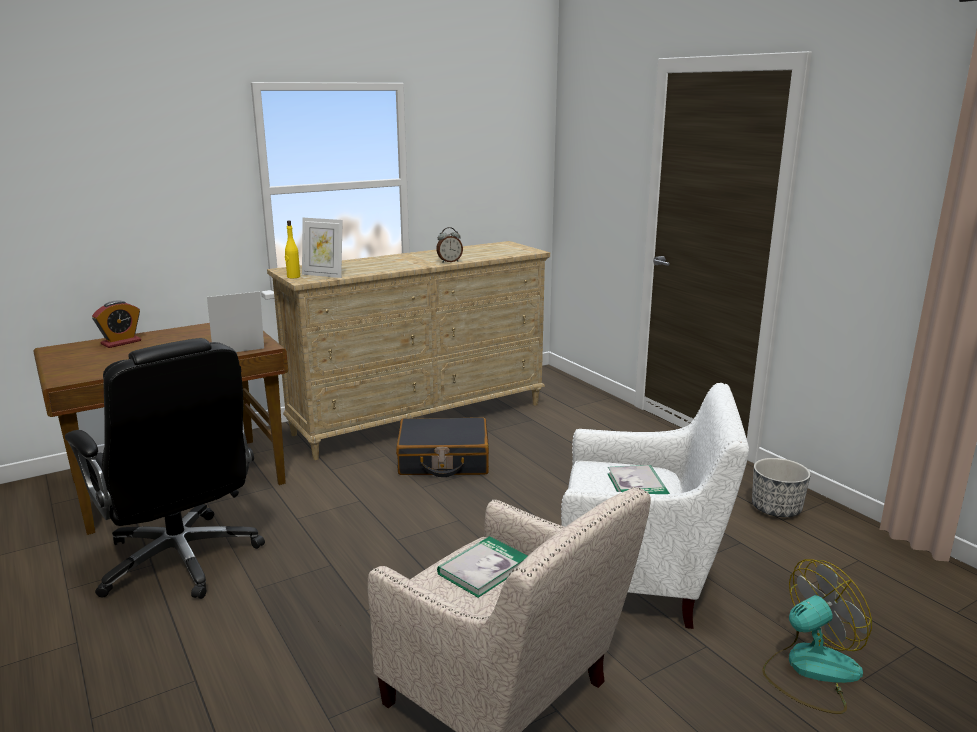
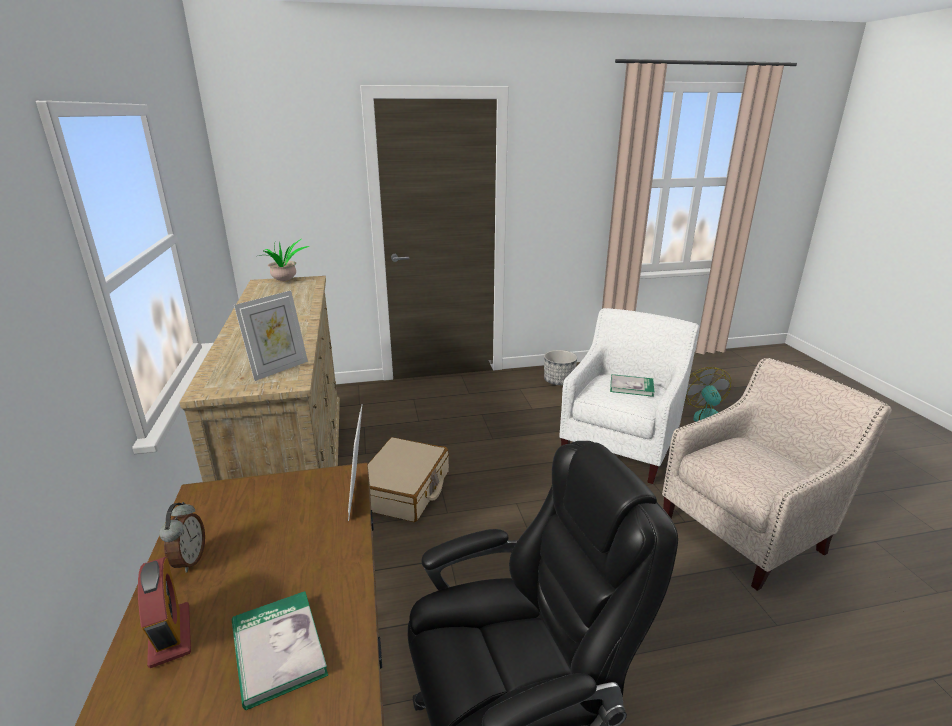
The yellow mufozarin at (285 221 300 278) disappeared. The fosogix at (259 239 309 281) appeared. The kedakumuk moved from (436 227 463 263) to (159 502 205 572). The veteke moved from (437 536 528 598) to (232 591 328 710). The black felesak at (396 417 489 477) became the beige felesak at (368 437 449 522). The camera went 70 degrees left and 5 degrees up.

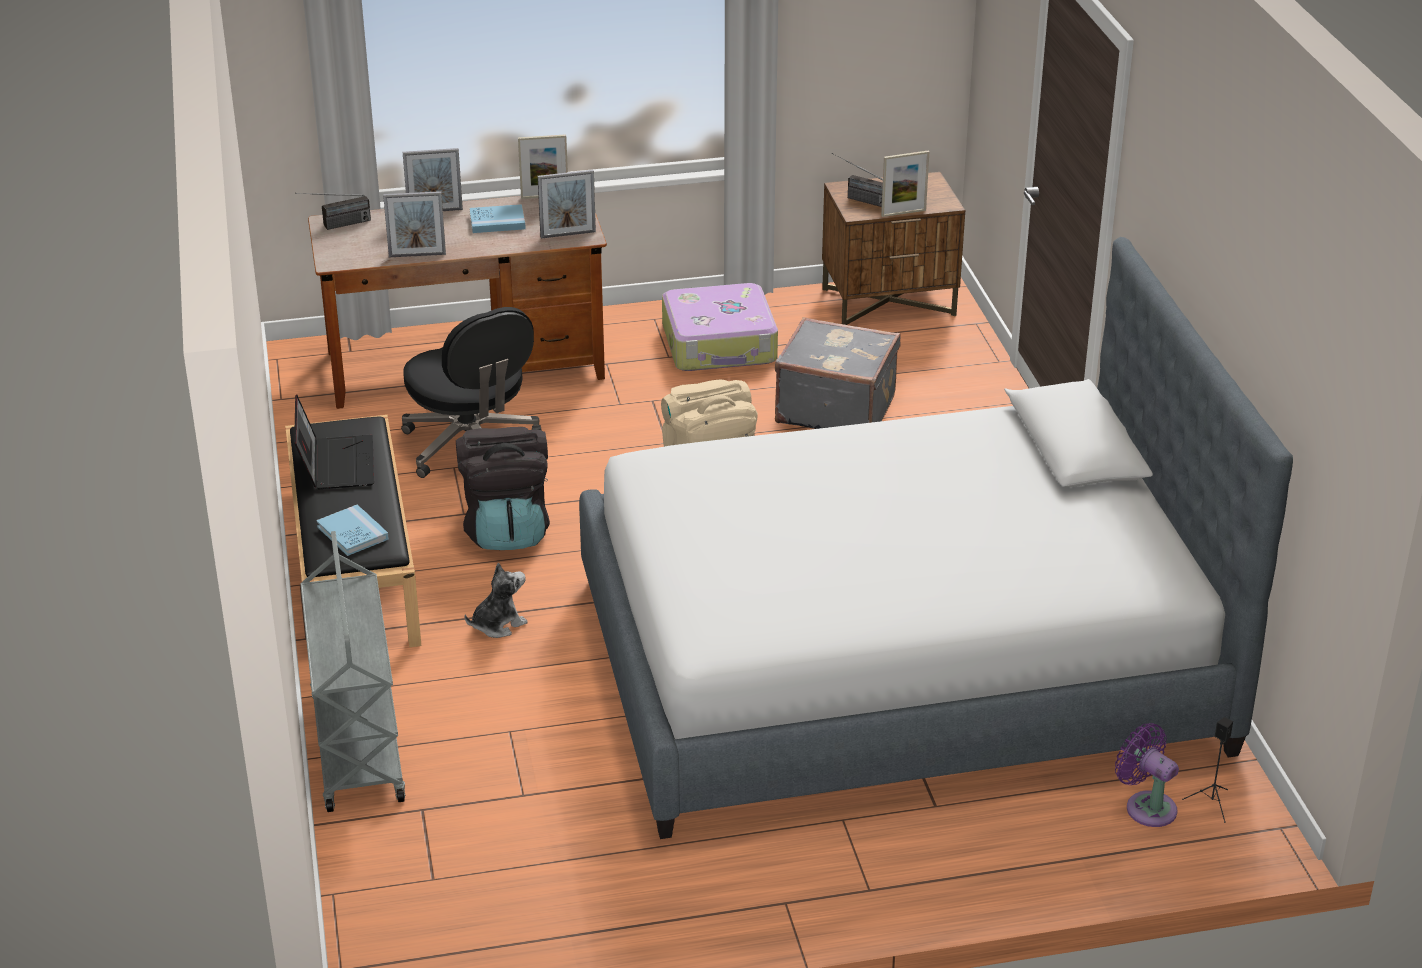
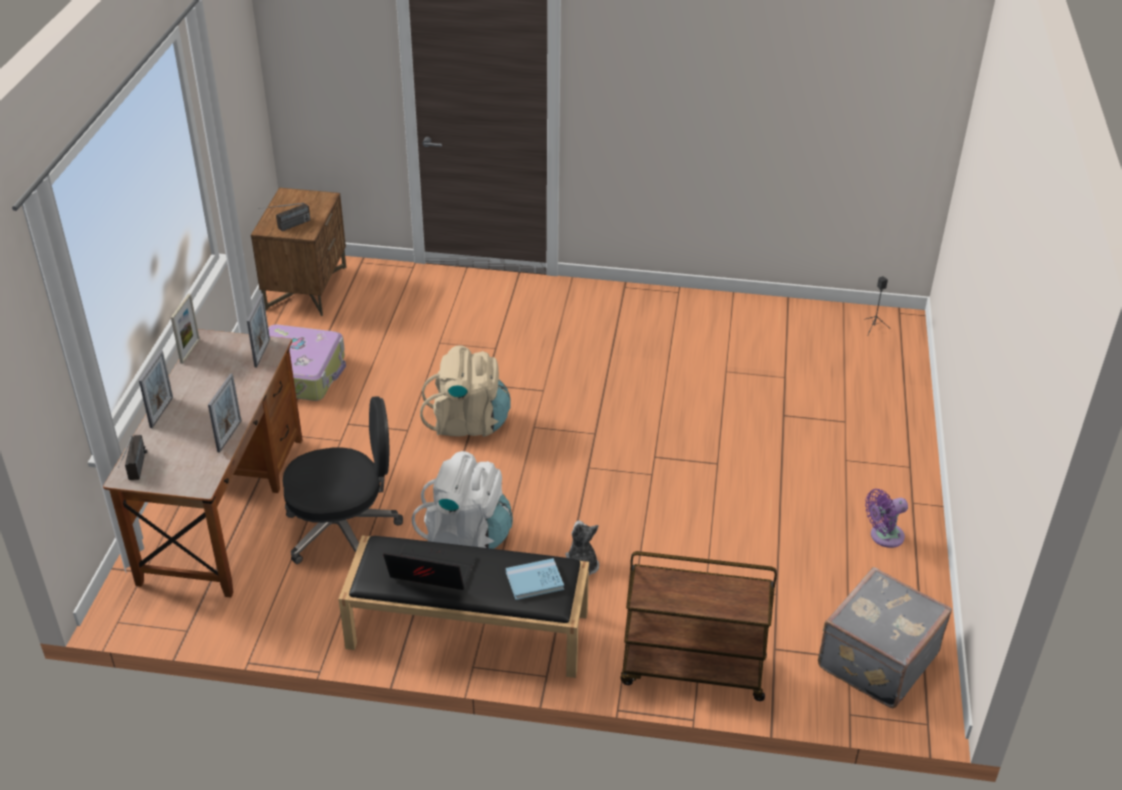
The blue veteke at (469 204 526 233) disappeared. The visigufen at (579 237 1293 839) disappeared. The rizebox at (881 151 929 217) disappeared. The grey felesak moved from (775 317 900 429) to (818 567 952 708). The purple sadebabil moved from (1115 723 1179 827) to (865 489 908 548). The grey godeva at (300 531 405 812) became the brown godeva at (620 551 777 701). The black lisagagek at (456 427 550 550) became the white lisagagek at (412 451 513 549). The camera went 70 degrees left and 5 degrees up.

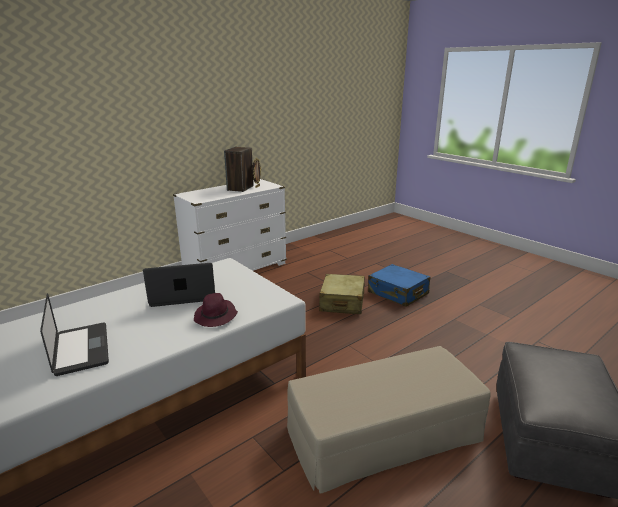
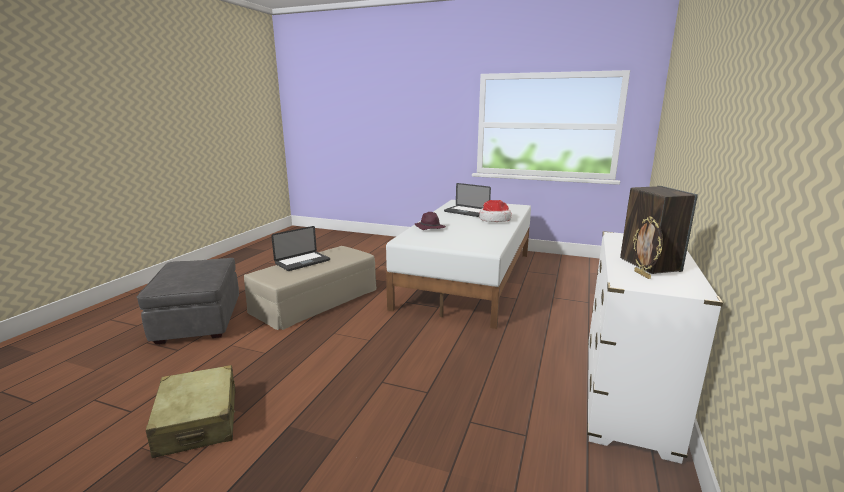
The blue felesak at (368 264 430 307) disappeared. The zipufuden at (479 200 511 222) appeared. The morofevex moved from (143 263 215 307) to (271 226 330 271). The beige felesak moved from (319 274 365 314) to (146 365 235 458). The camera went 150 degrees right and 5 degrees down.

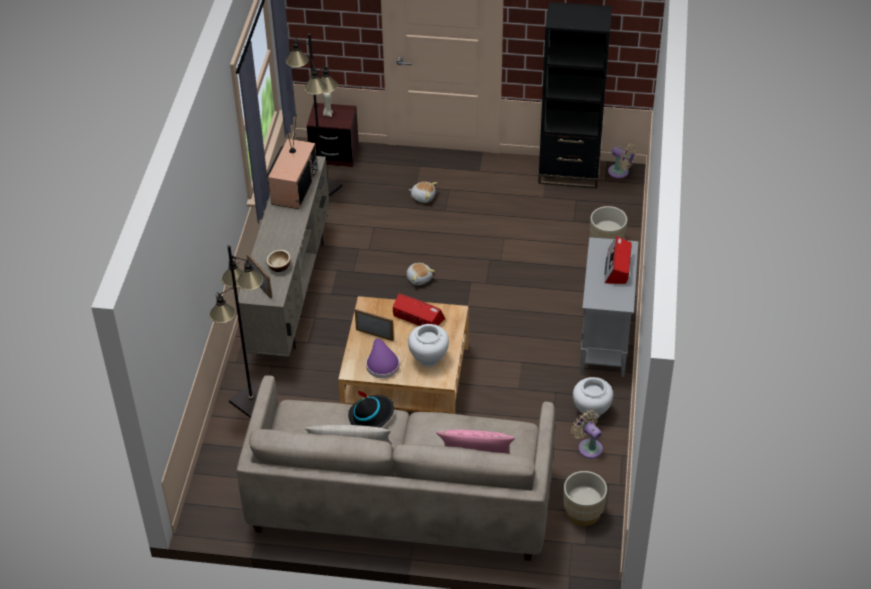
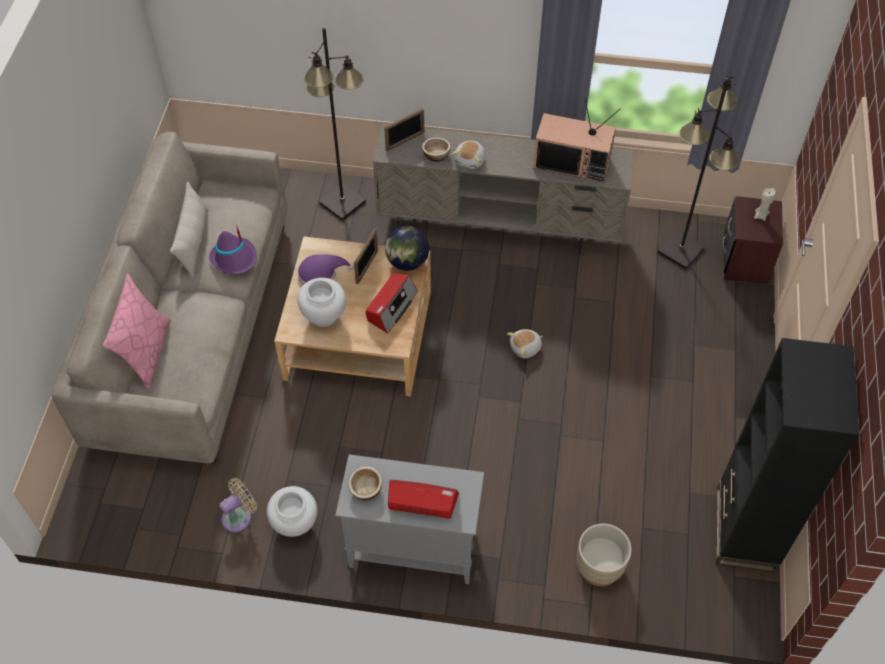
The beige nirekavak at (563 471 607 526) disappeared. The beige sadebabil at (608 143 637 178) disappeared. The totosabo at (348 466 382 500) appeared. The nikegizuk at (385 226 429 271) appeared. The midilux moved from (409 182 437 203) to (452 141 485 169). The black zipufuden at (348 390 394 428) became the purple zipufuden at (209 224 257 274). The camera went 90 degrees right and 10 degrees up.

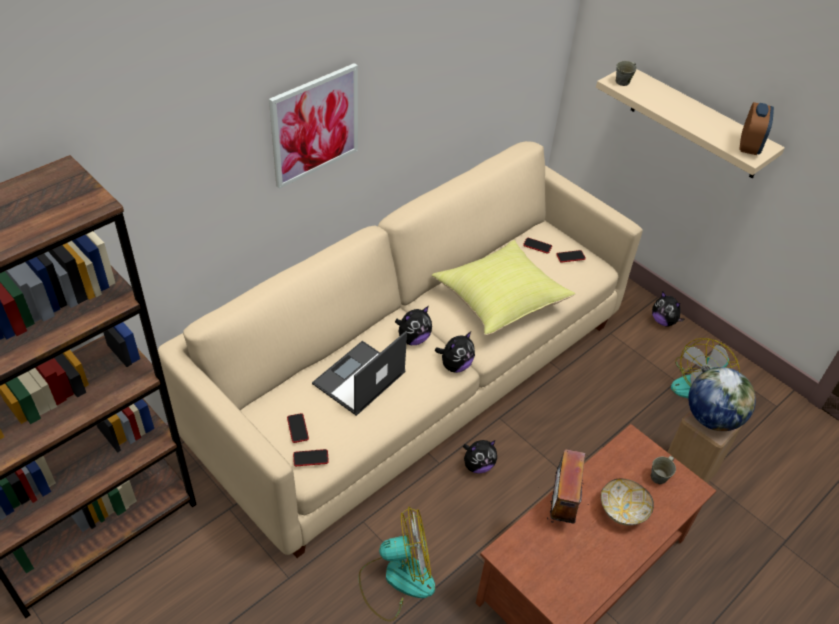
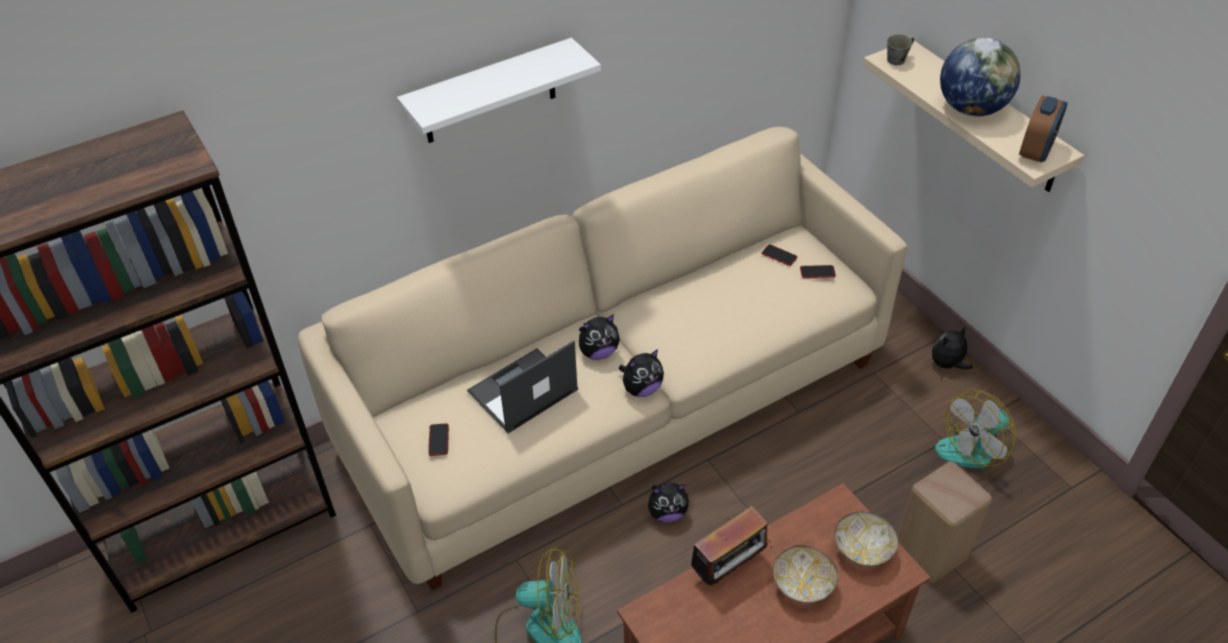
The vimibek at (293 449 329 466) disappeared. The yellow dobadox at (432 240 575 335) disappeared. The nikegizuk moved from (688 367 756 431) to (940 38 1021 116). The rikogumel at (269 63 358 189) was replaced by the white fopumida at (397 38 601 143). The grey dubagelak at (651 456 676 484) was replaced by the totosabo at (834 512 899 567). The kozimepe at (547 449 589 523) turned 150 degrees counterclockwise. The midilux at (652 291 684 326) turned 90 degrees clockwise. The camera went 15 degrees right and 0 degrees up.

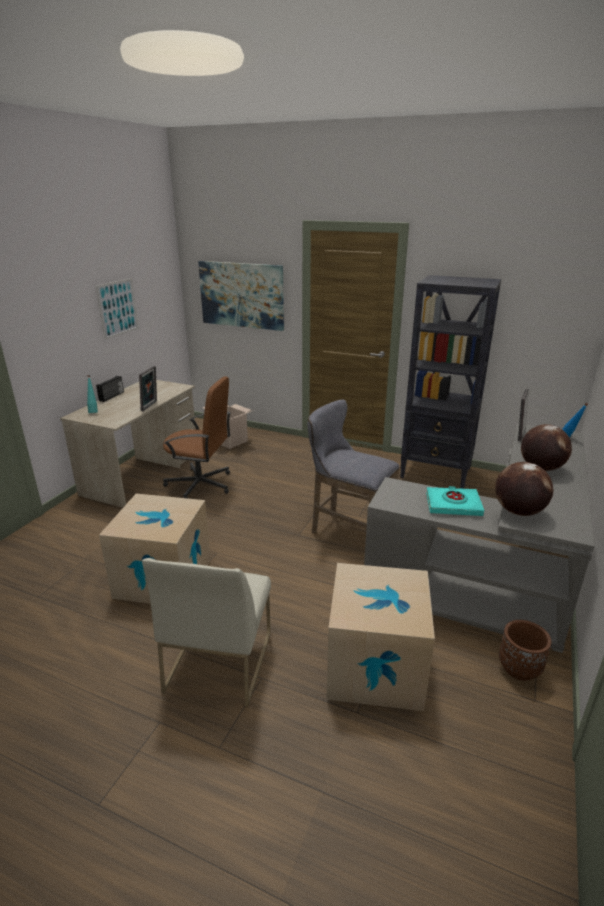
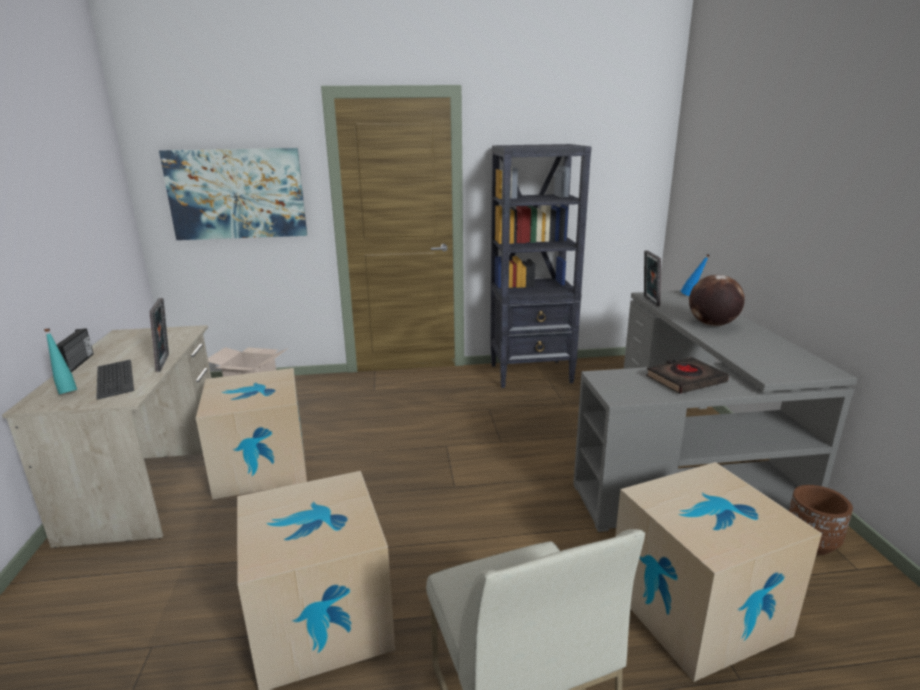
The rikogumel at (96 278 139 340) disappeared. The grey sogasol at (308 400 400 534) disappeared. The nikegizuk at (495 462 553 516) disappeared. The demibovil at (96 360 134 400) appeared. The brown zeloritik at (163 376 231 499) was replaced by the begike at (196 368 307 499). The turquoise veteke at (426 486 484 516) became the black veteke at (646 357 729 394). The camera went 30 degrees left and 5 degrees down.

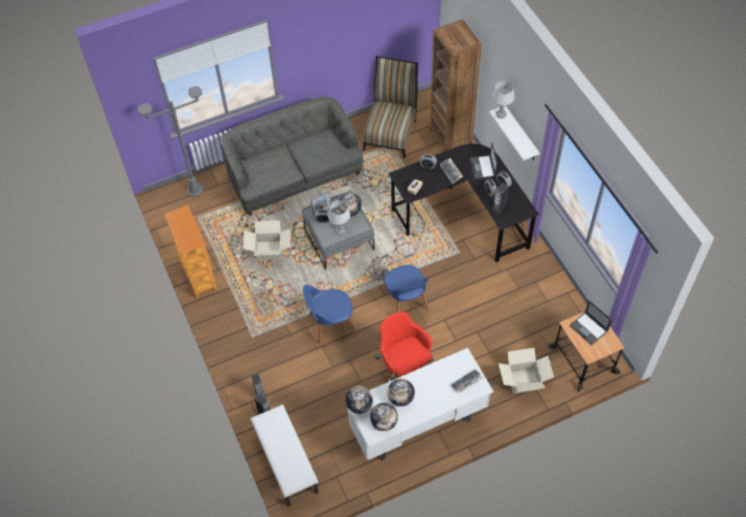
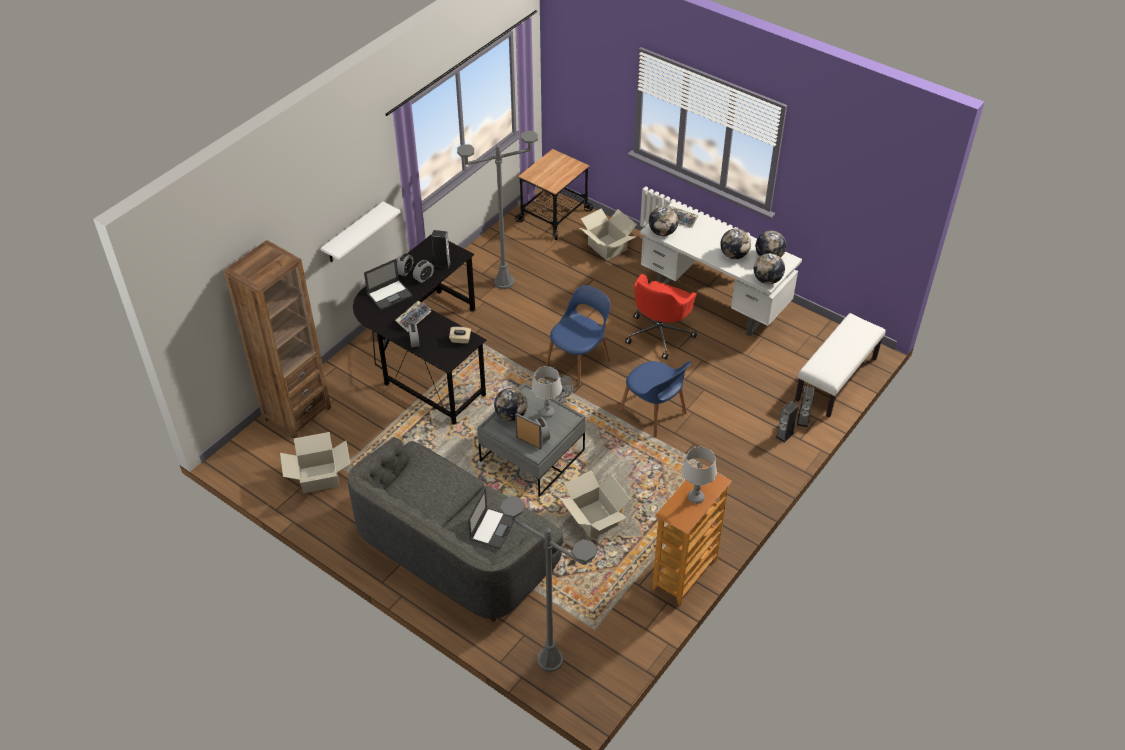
The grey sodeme at (457 131 538 289) appeared. The nikegizuk at (649 206 678 236) appeared. The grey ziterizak moved from (492 81 515 119) to (682 447 717 504). The morofevex moved from (569 301 612 345) to (468 488 514 549). The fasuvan at (362 56 418 158) was replaced by the begike at (280 432 350 493). The camera went 120 degrees left and 10 degrees down.

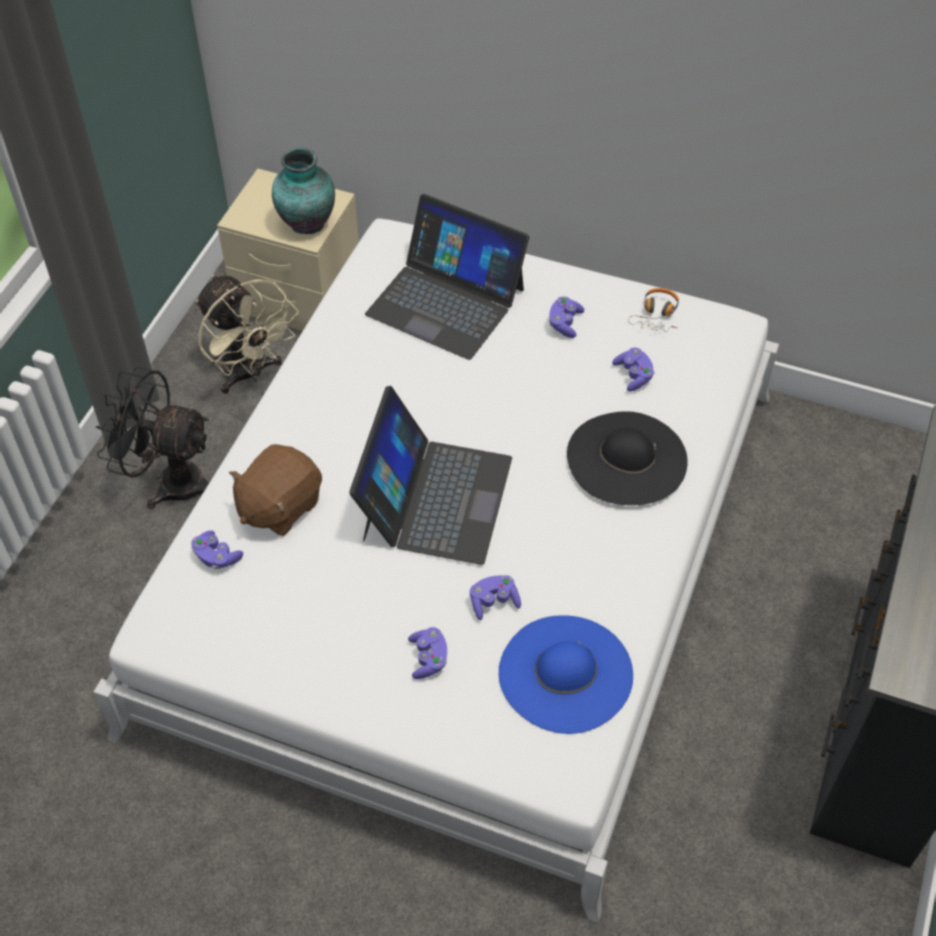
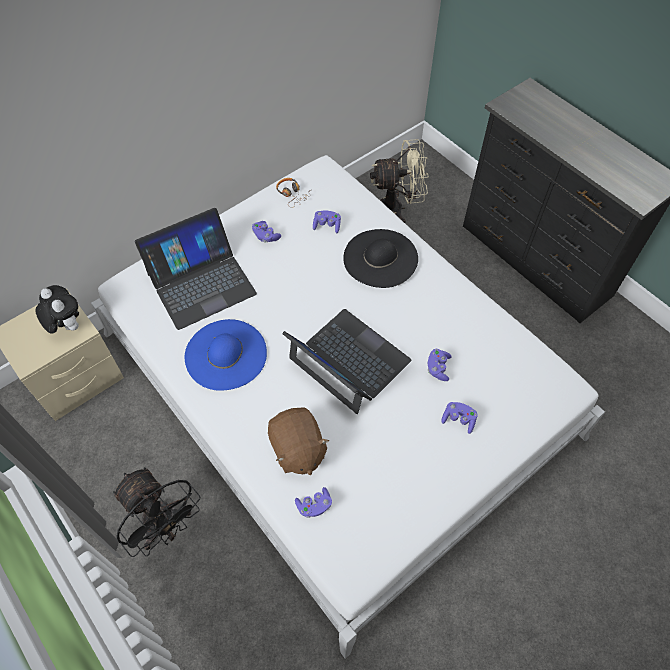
The beige sadebabil moved from (196 275 299 394) to (370 139 429 223). The blue zipufuden moved from (499 615 633 734) to (184 319 267 391). The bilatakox at (272 147 335 234) was replaced by the midilux at (35 285 79 334). The black sadebabil at (96 367 209 509) turned 90 degrees counterclockwise. The camera went 60 degrees left and 5 degrees up.

